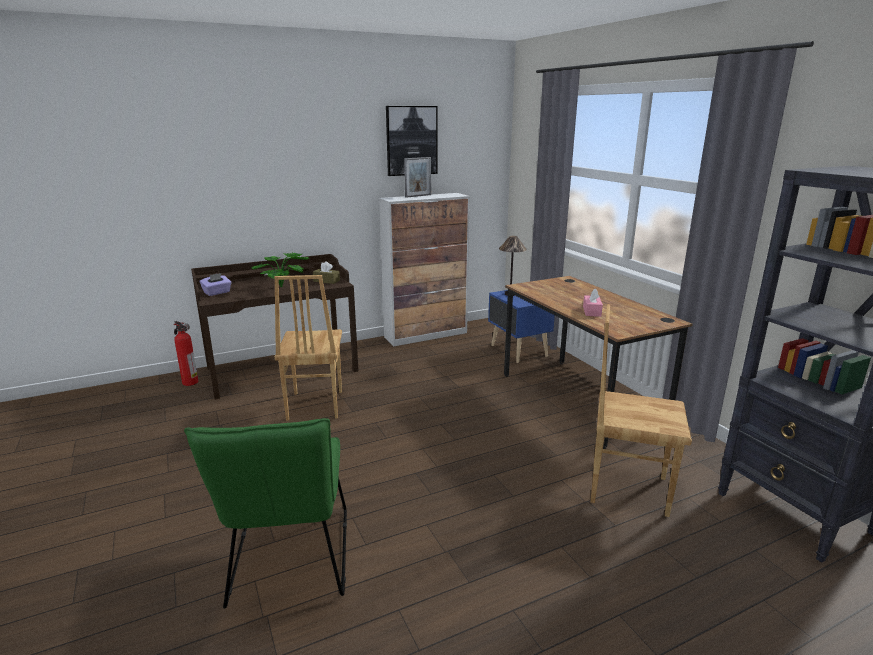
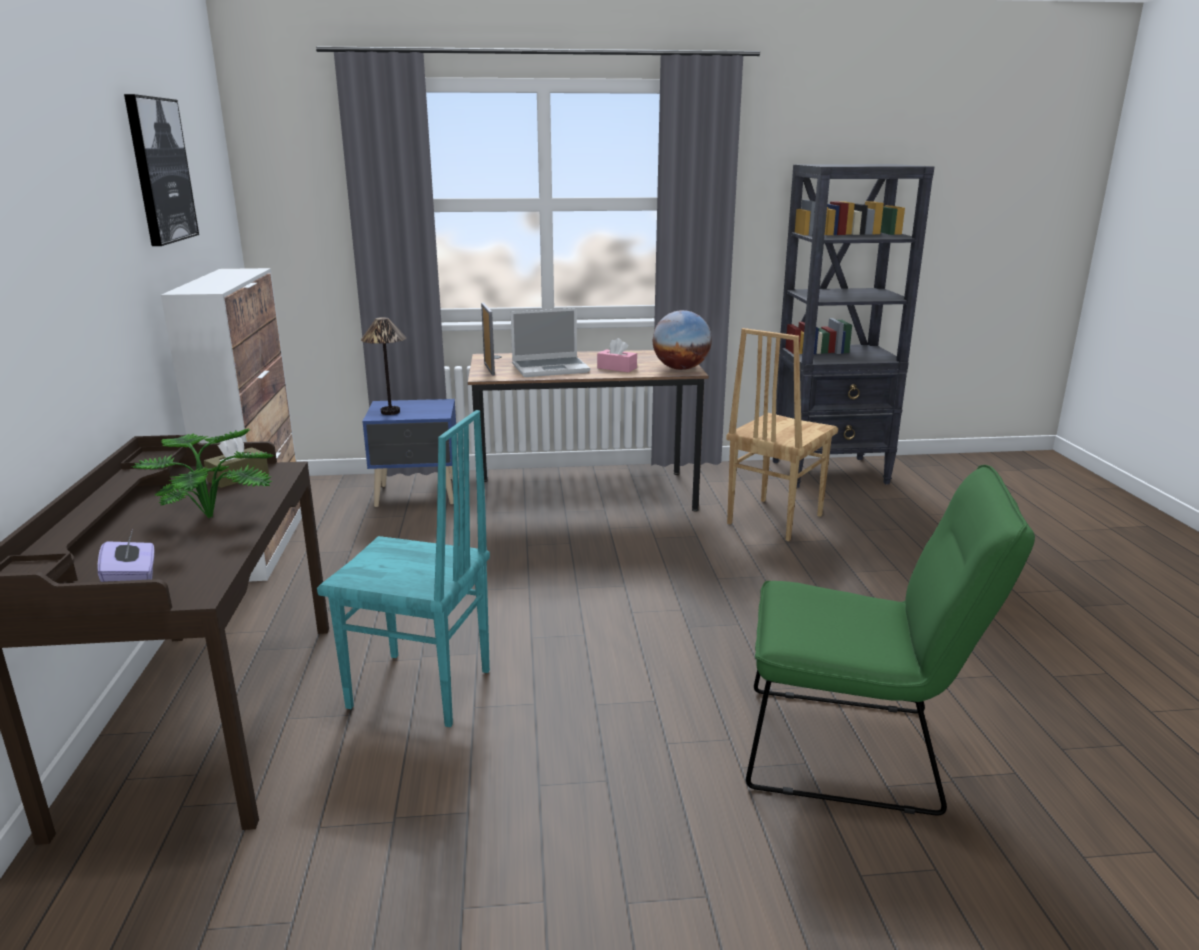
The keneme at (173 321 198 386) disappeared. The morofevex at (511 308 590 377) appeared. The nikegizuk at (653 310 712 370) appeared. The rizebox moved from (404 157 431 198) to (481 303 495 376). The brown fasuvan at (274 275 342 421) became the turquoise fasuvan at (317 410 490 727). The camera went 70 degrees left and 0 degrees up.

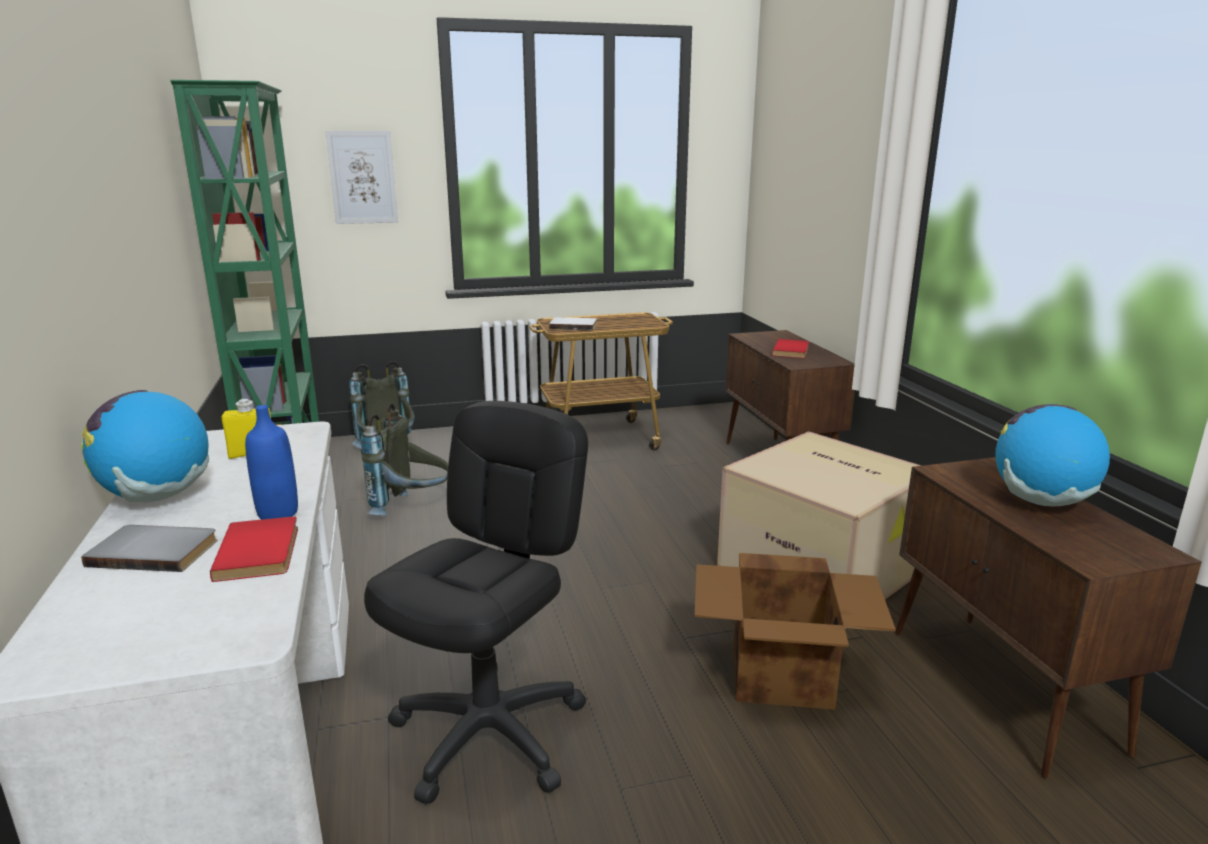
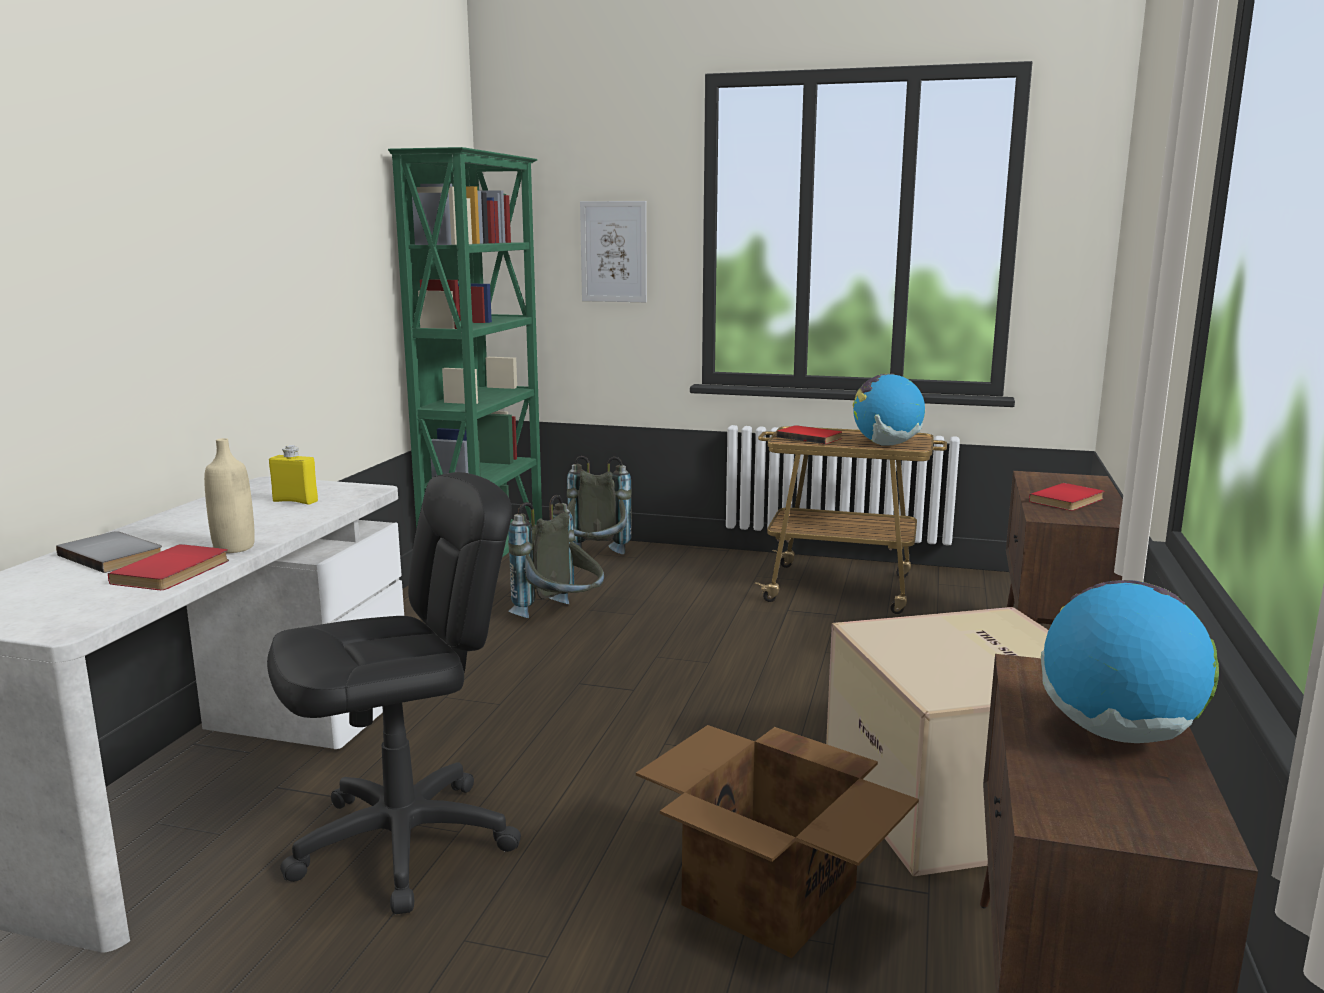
The nikegizuk moved from (81 390 209 502) to (853 374 925 446). The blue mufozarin at (245 405 298 520) became the beige mufozarin at (204 438 255 553). The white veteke at (549 317 597 330) became the red veteke at (776 425 842 444). The camera went 30 degrees right and 5 degrees down.

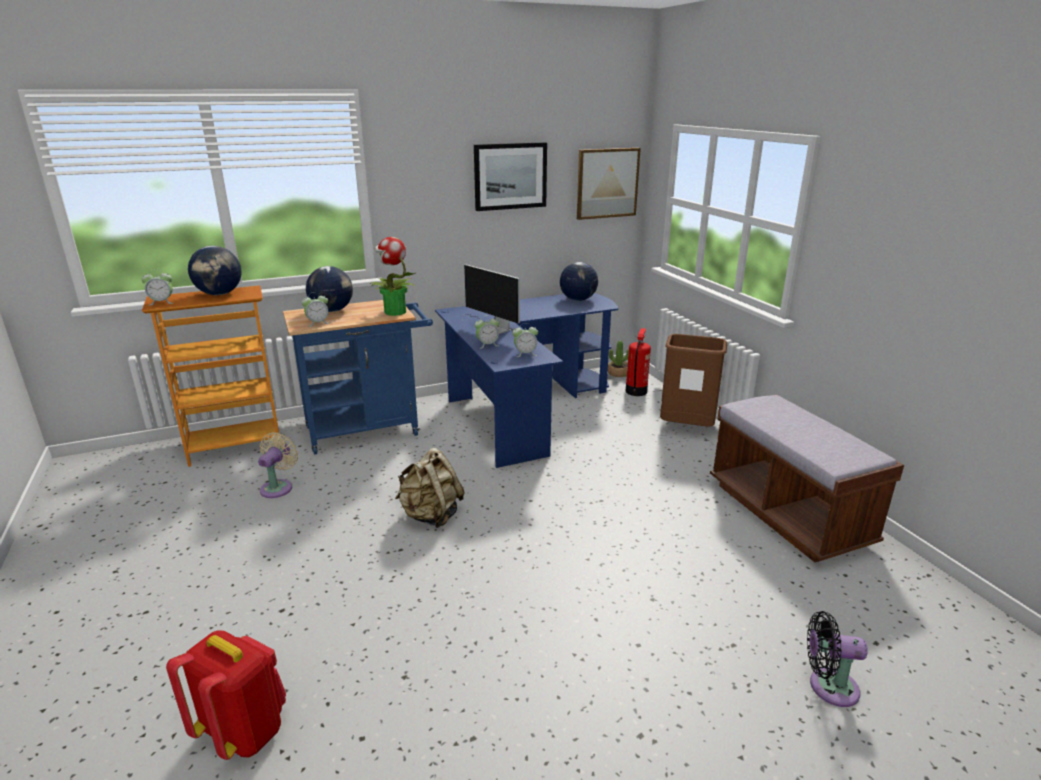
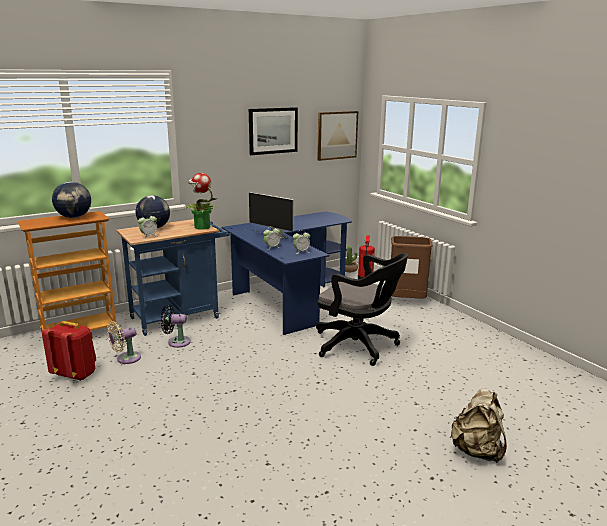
The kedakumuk at (141 269 173 305) disappeared. The nikegizuk at (560 262 598 301) disappeared. The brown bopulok at (710 394 904 562) disappeared. The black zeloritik at (316 253 408 366) appeared. The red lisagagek moved from (166 630 286 760) to (42 321 96 381). The beige lisagagek moved from (395 447 465 528) to (450 388 507 463). The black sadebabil moved from (807 611 868 707) to (161 304 191 348). The beige sadebabil at (258 432 298 498) turned 135 degrees counterclockwise. The camera went 10 degrees left and 5 degrees down.

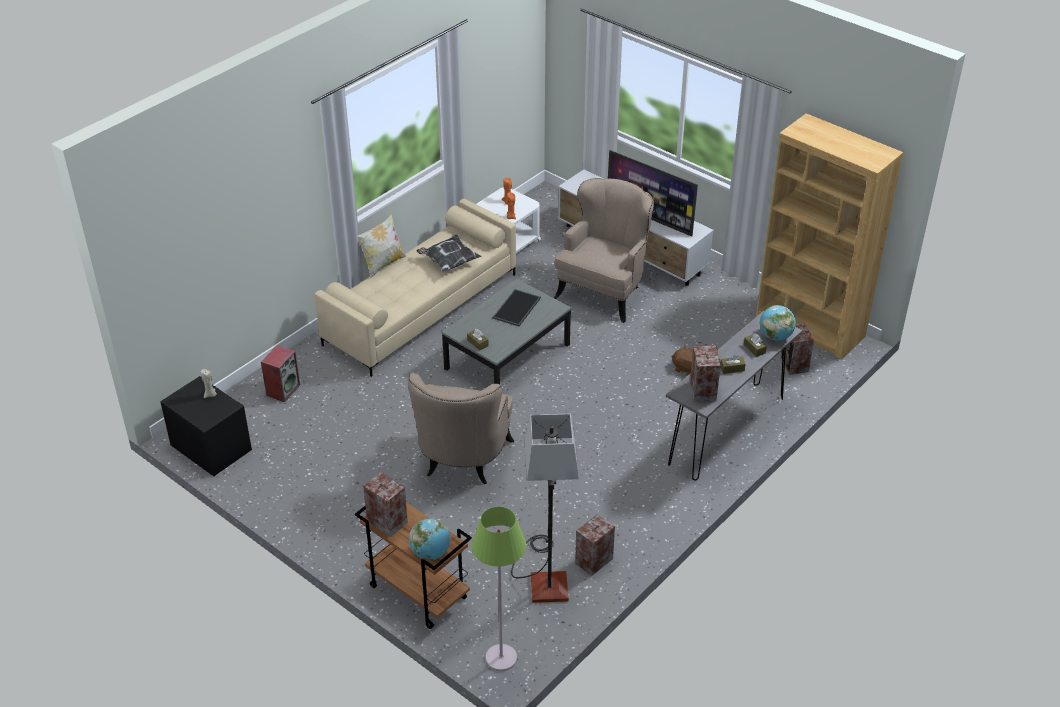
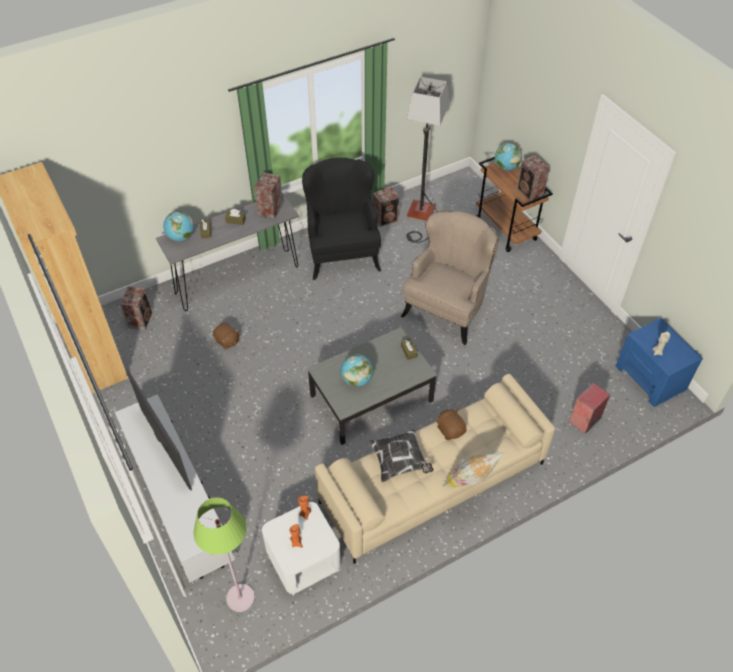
The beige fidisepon at (554 178 654 323) disappeared. The black fidisepon at (302 158 381 280) appeared. The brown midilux at (436 409 467 440) appeared. The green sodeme moved from (472 506 526 671) to (193 497 255 612). The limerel at (493 289 541 326) was replaced by the nikegizuk at (341 354 373 387). The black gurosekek at (160 376 252 476) became the blue gurosekek at (616 318 703 407). The camera went 160 degrees left and 10 degrees up.

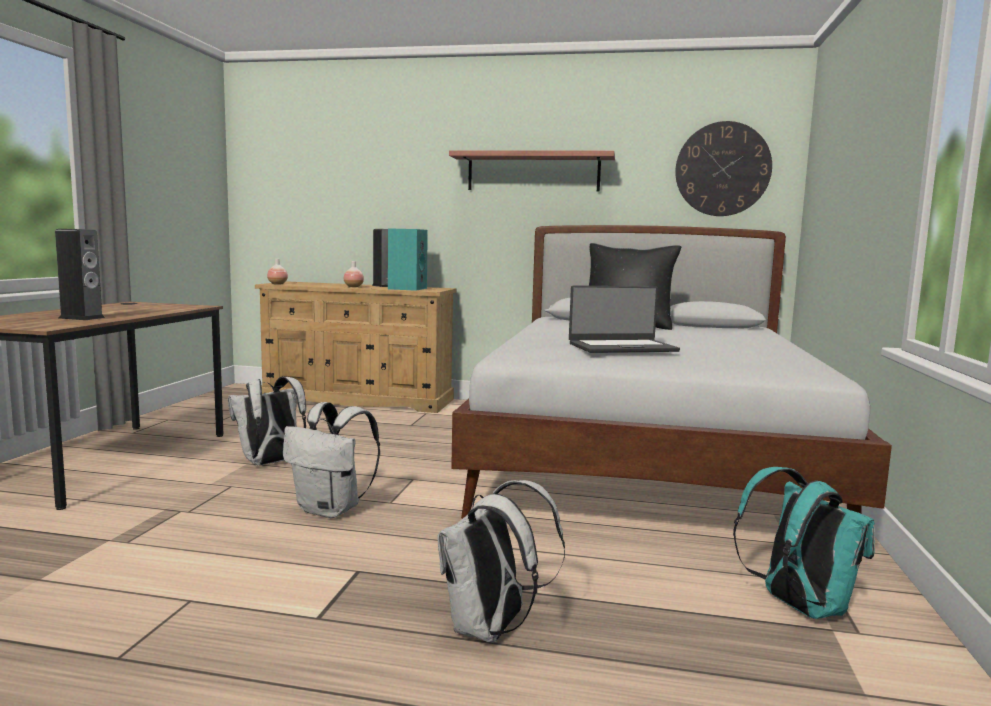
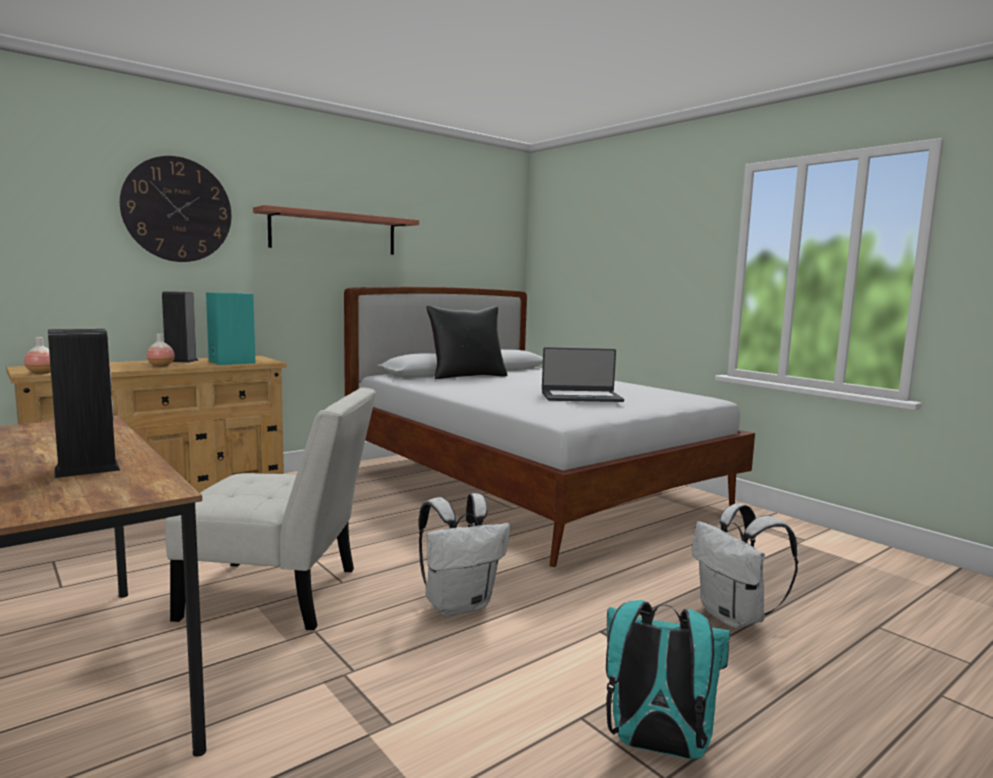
The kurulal moved from (675 121 772 216) to (120 156 232 262). The turquoise lisagagek moved from (733 467 875 619) to (606 600 730 759). The white lisagagek at (228 377 306 465) was replaced by the white fasuvan at (165 387 376 630). The morofevex at (569 285 680 353) turned 60 degrees clockwise. The camera went 50 degrees left and 0 degrees up.

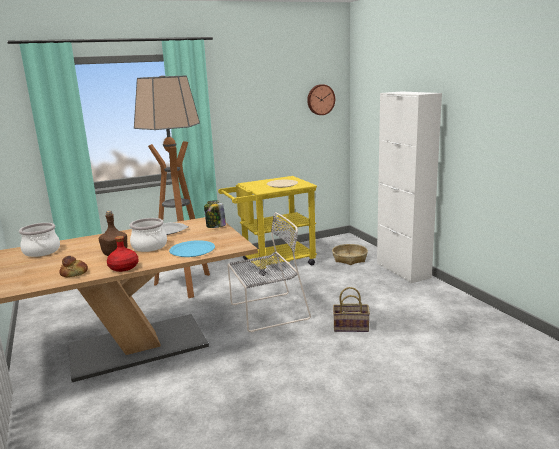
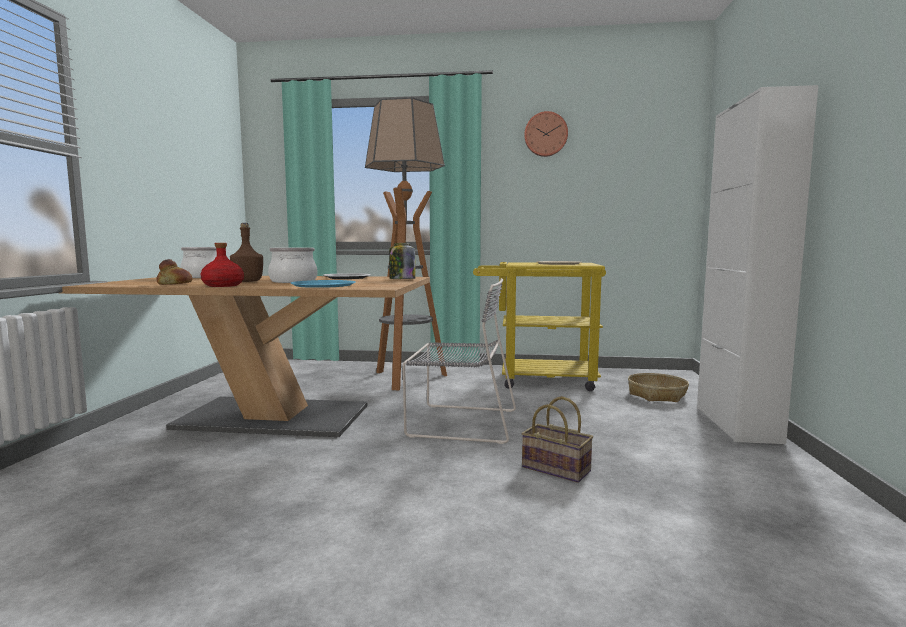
The kurulal moved from (307 84 335 115) to (524 111 568 157). The camera went 30 degrees right and 10 degrees down.

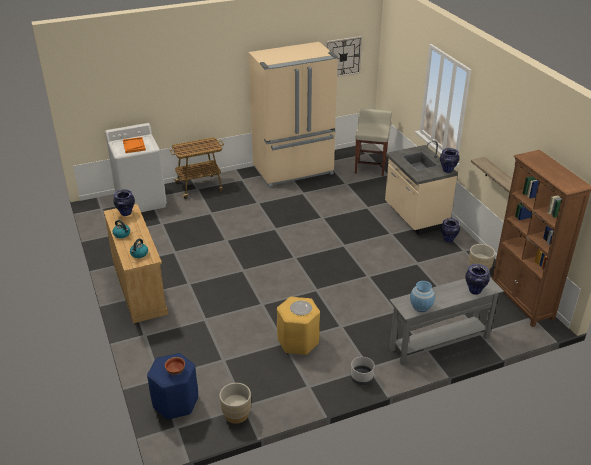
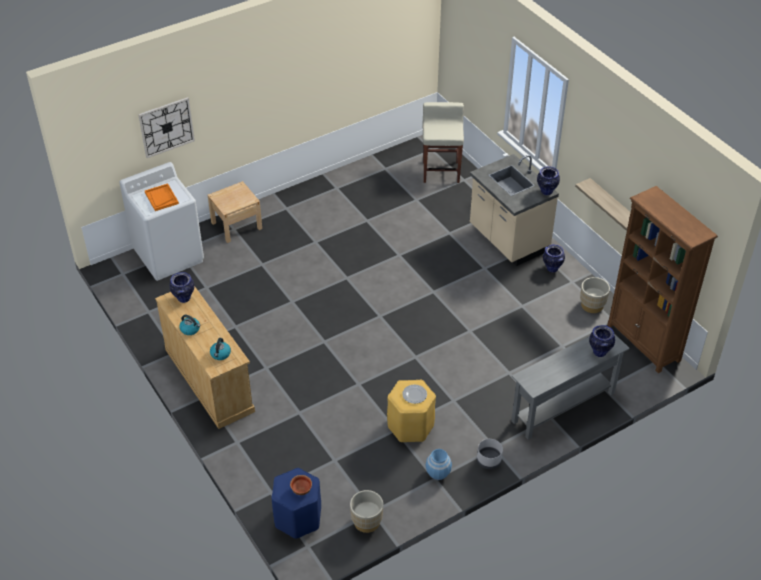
The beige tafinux at (249 42 338 188) disappeared. The kurulal moved from (326 36 362 77) to (138 97 195 158). The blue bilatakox moved from (410 281 435 312) to (426 449 452 480). The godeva at (170 137 224 199) was replaced by the beige gurosekek at (207 181 262 243). The camera went 10 degrees left and 10 degrees up.

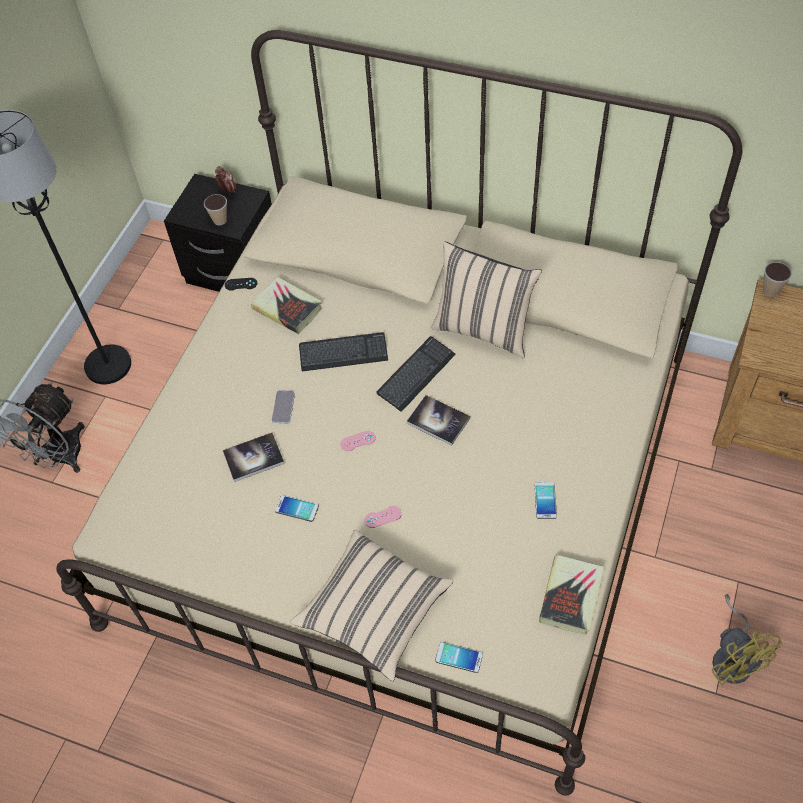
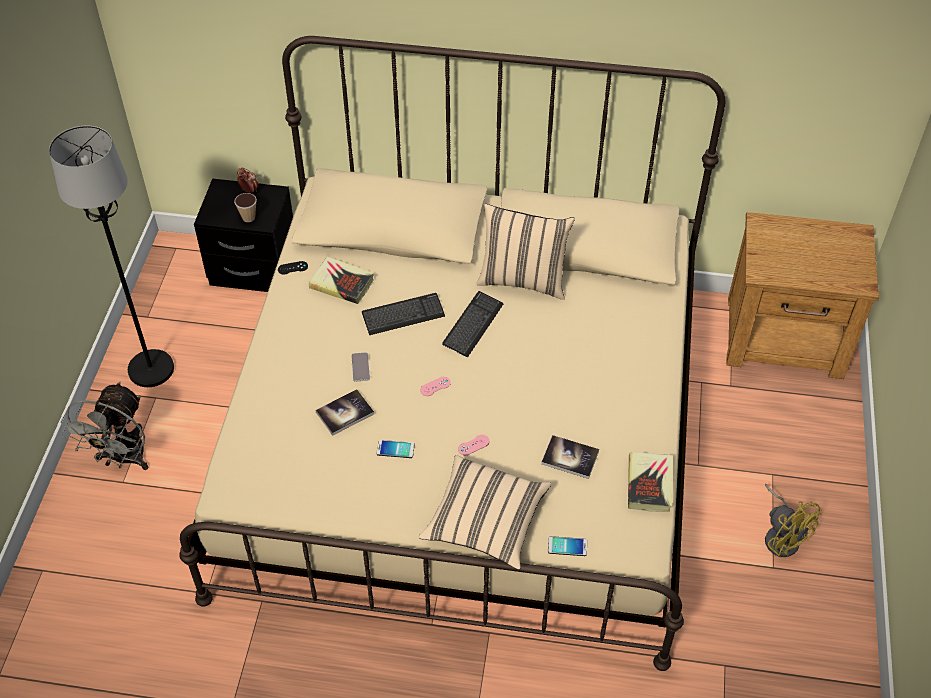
The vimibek at (534 482 557 519) disappeared. The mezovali at (763 262 792 297) disappeared. The veteke moved from (407 395 470 446) to (541 435 599 479). The camera went 15 degrees left and 5 degrees down.

